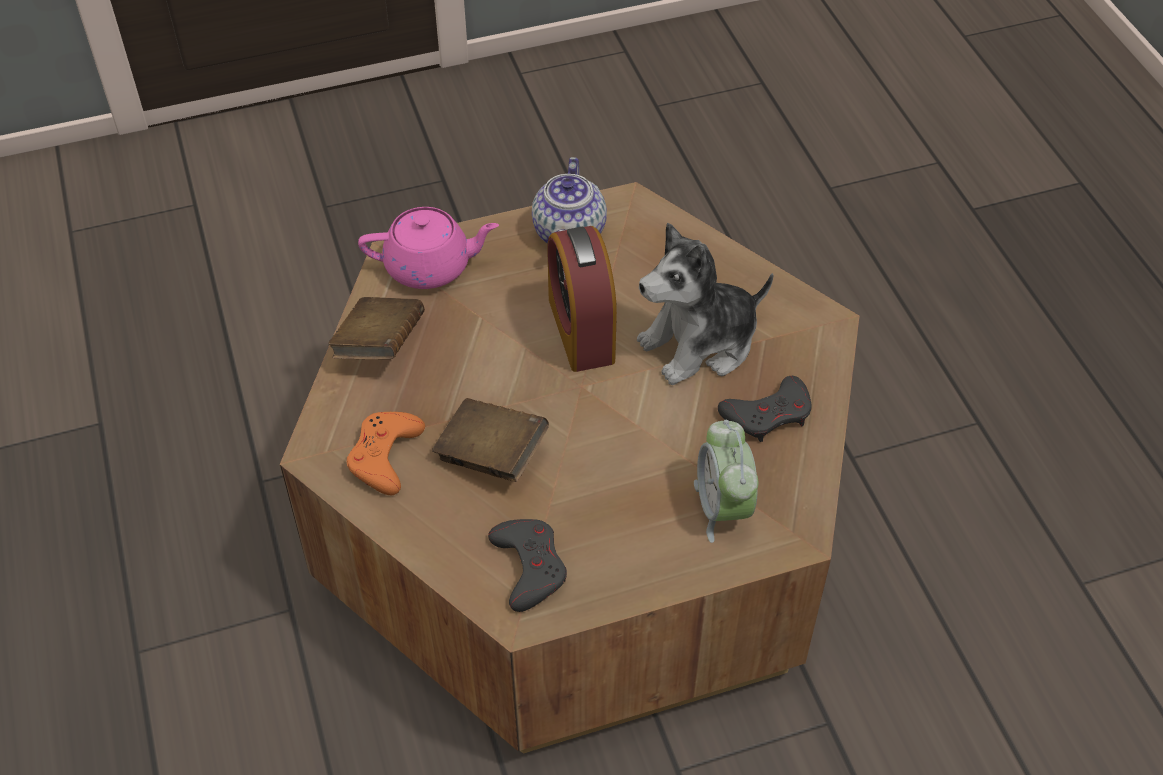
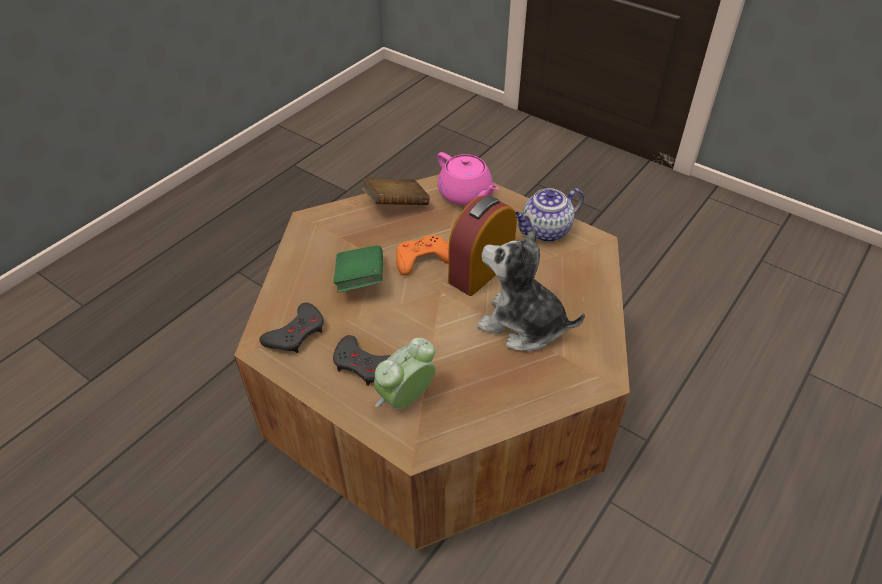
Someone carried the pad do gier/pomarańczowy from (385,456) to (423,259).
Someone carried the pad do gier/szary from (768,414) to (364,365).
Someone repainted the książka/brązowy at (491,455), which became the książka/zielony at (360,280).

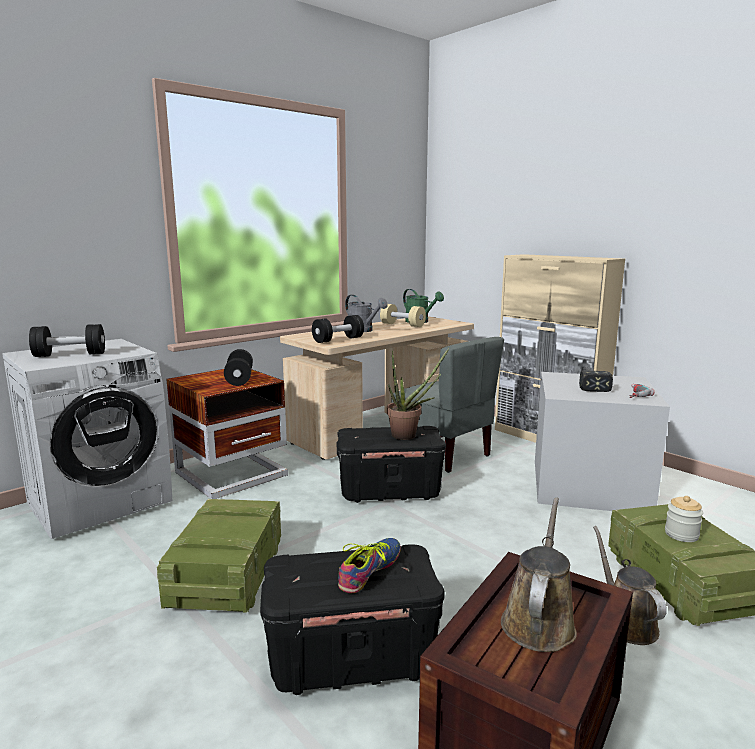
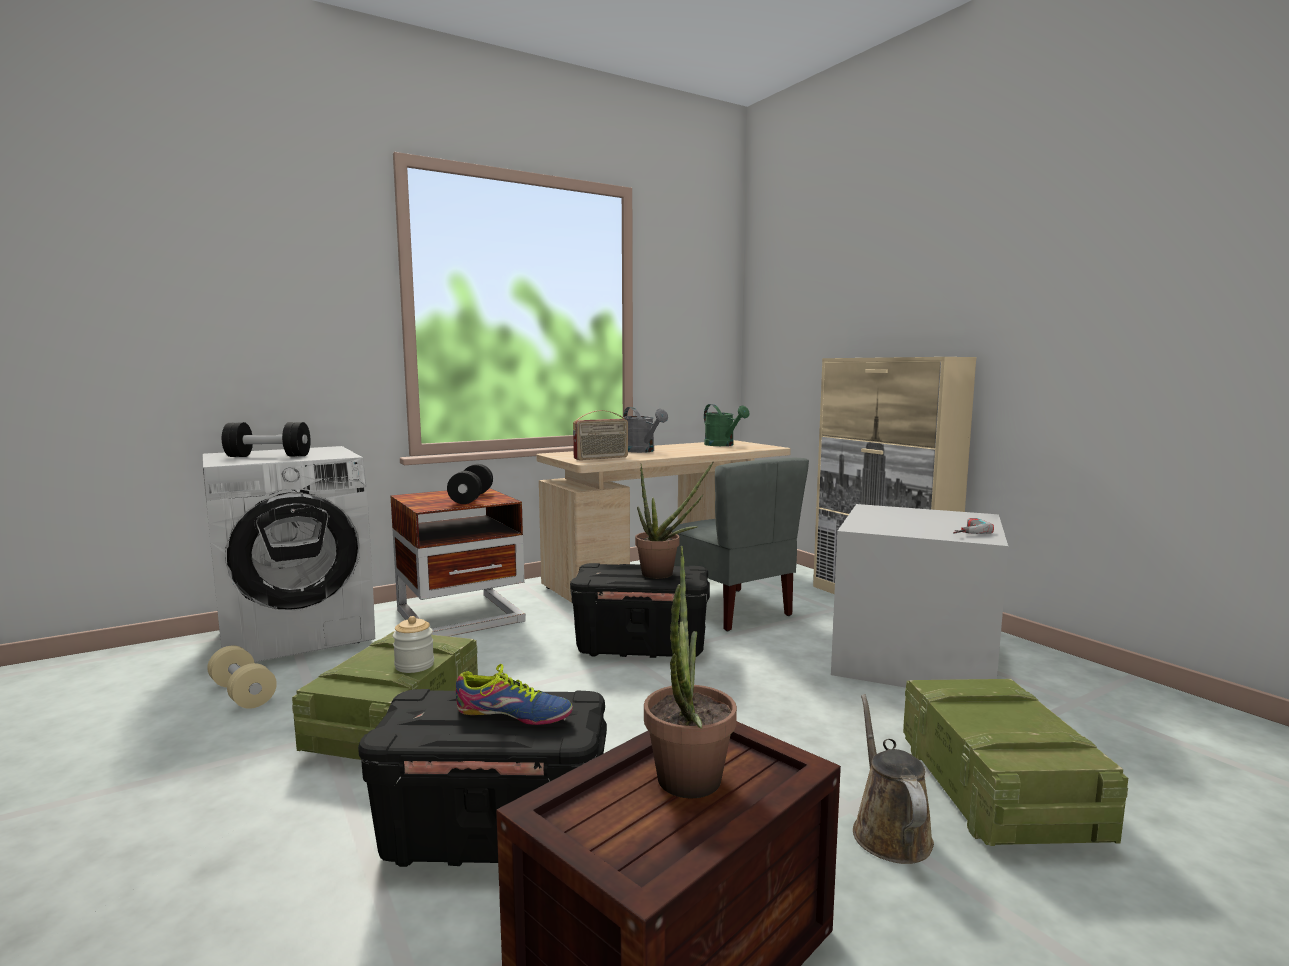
Someone took away the młotek at (589,383).
Someone carried the hantel/beżowy from (402,325) to (243,694).
Someone carried the słoik from (681,534) to (414,665).
Someone swapped the hantel/czarny at (338,340) for the radio at (601,458).
Someone swapped the konewka/brązowy at (539,621) for the roślina doniczkowa at (687,788).
Someone rotated the but at (369,570) by 60 degrees clockwise.

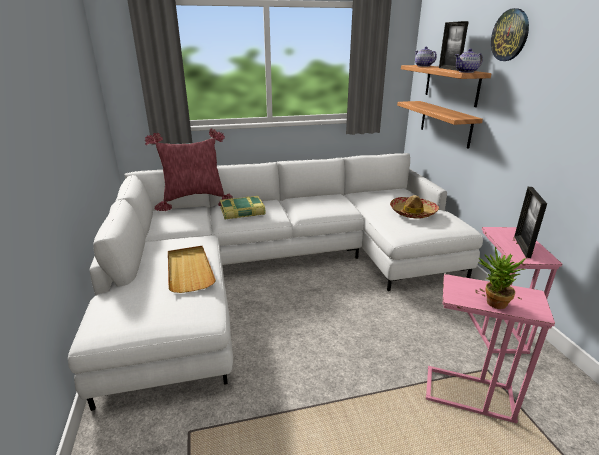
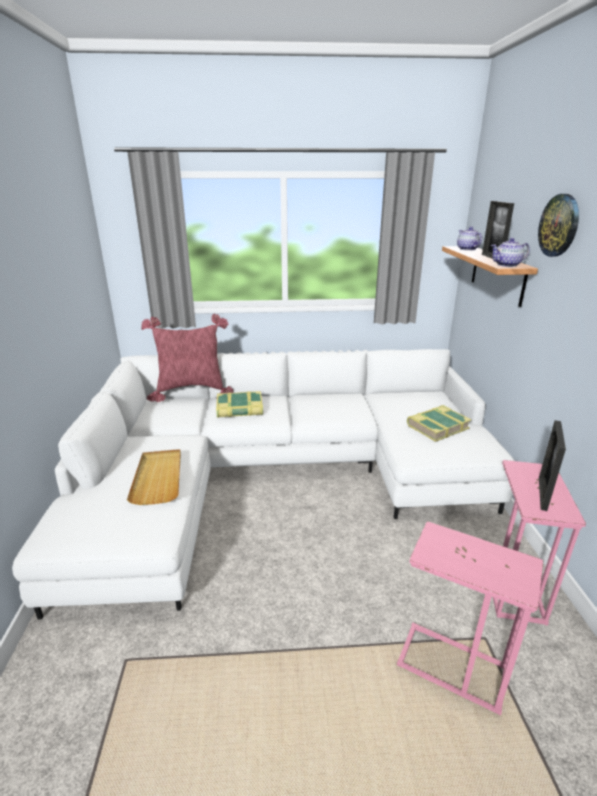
Someone took away the półka at (445,123).
Someone took away the roślina doniczkowa at (492,303).
Someone swapped the kapelusz at (413,213) for the książka at (437,427).

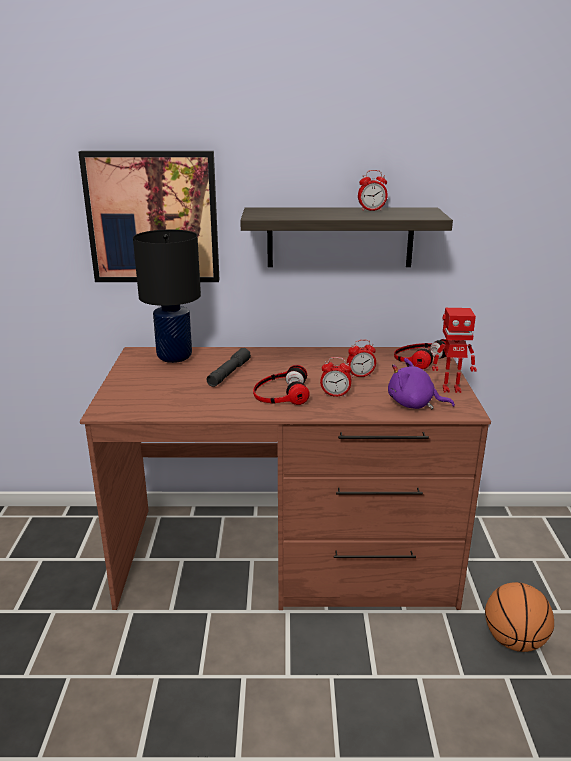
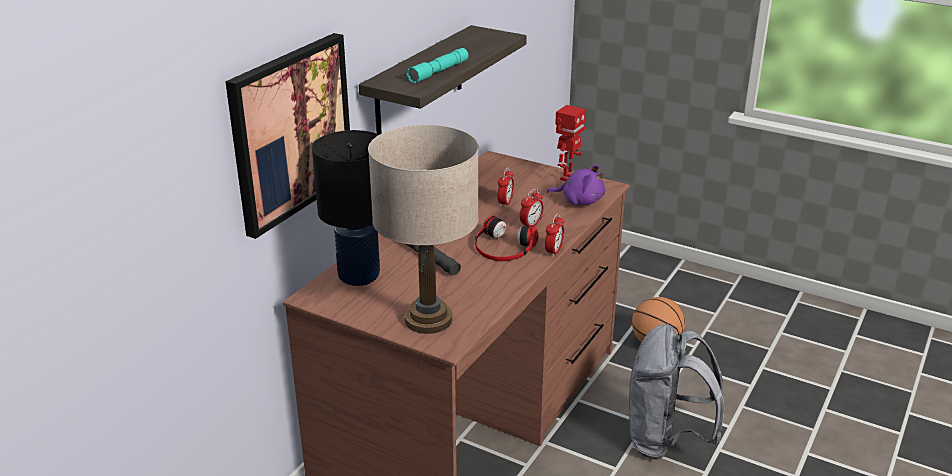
Someone took away the słuchawki at (418,358).
Someone put down the lampa stołowa/beżowy at (428,319).
Someone put down the latarka/turkusowy at (438,72).
Someone put down the plecak/szary at (666,440).
Someone carried the budzik from (371,210) to (554,251).
Someone rotated the pluszak/fioletowy at (414,404) by 120 degrees counterclockwise.

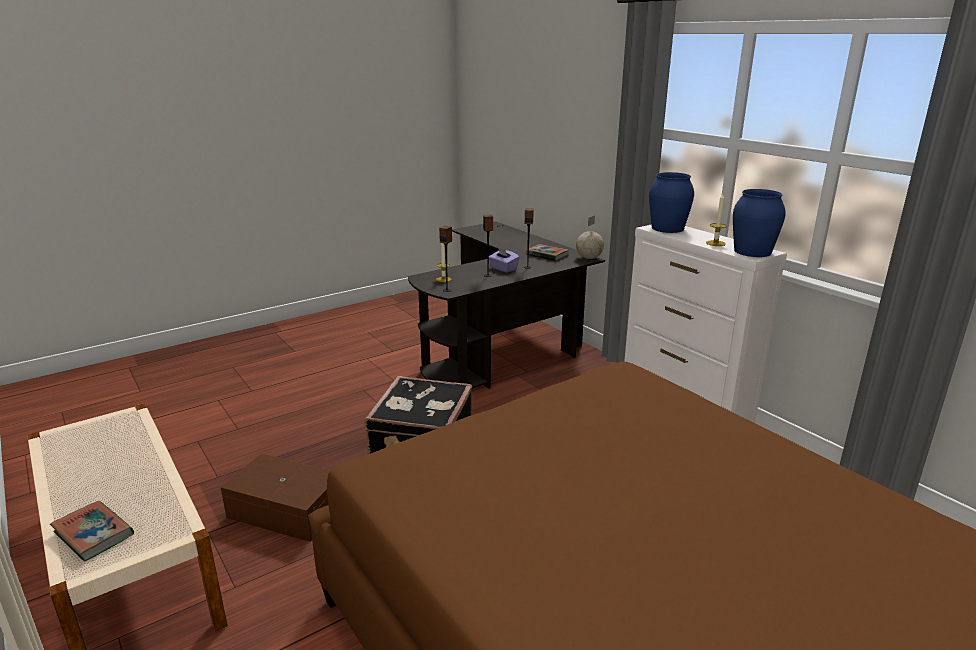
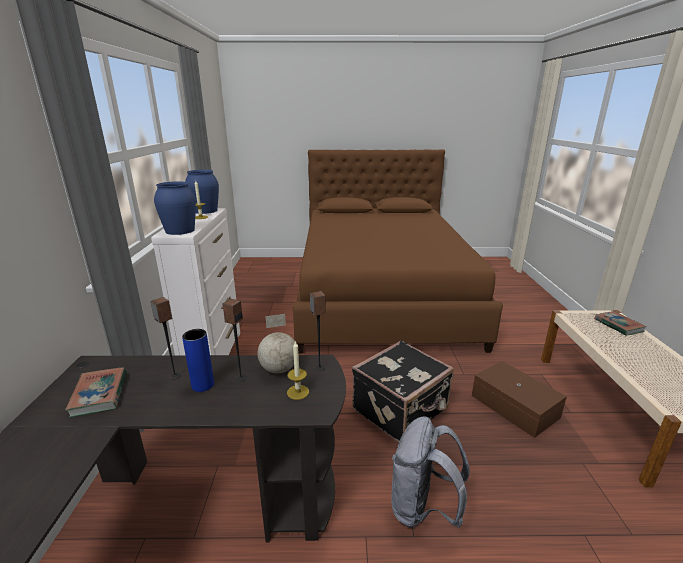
Someone put down the plecak/szary at (422,508).
Someone carried the globus from (589,258) to (278,369).
Someone swapped the pudełko chusteczek/fioletowy at (503,269) for the wazon/niebieski at (203,385).

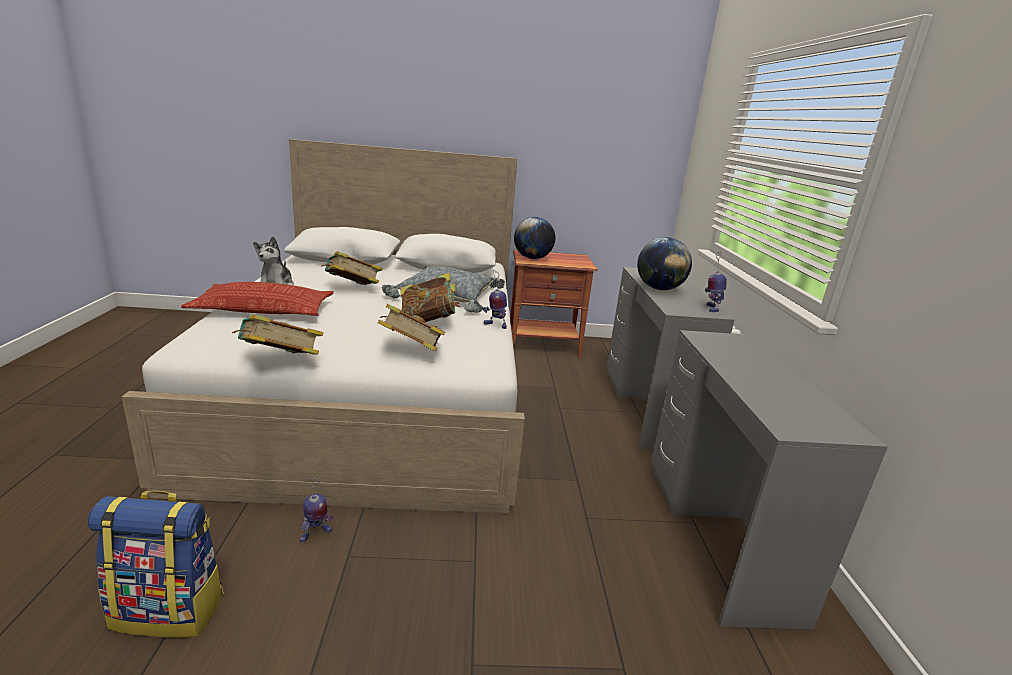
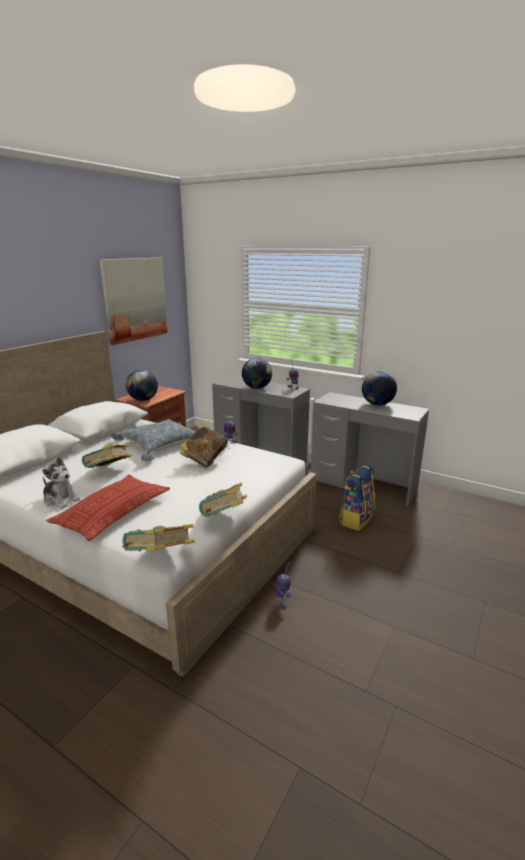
Someone put up the obraz at (135,299).
Someone put down the globus at (377,404).
Someone carried the plecak from (170,610) to (356,519).
Someone carried the książka from (411,352) to (160,558).

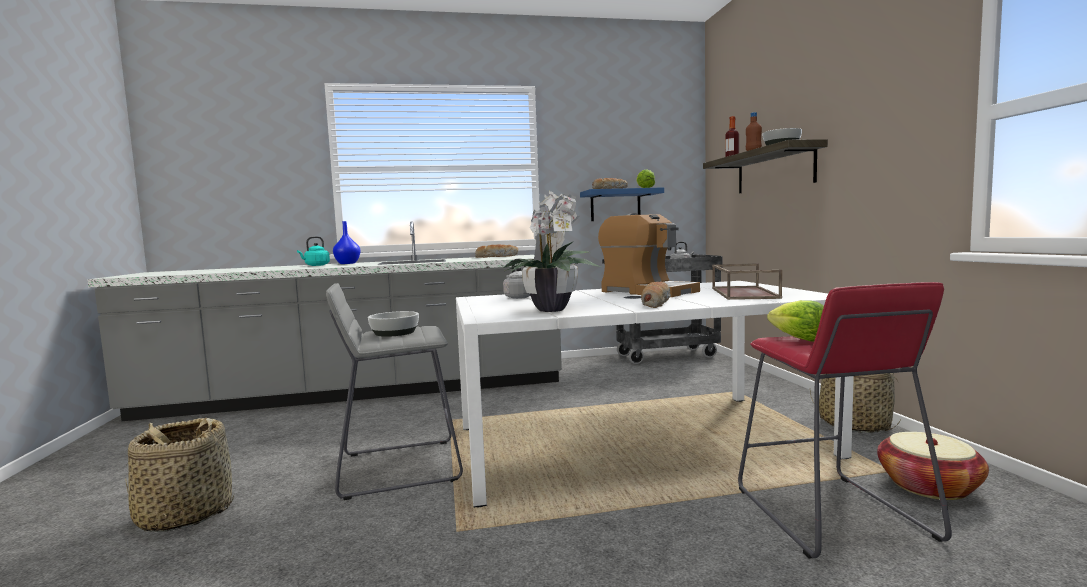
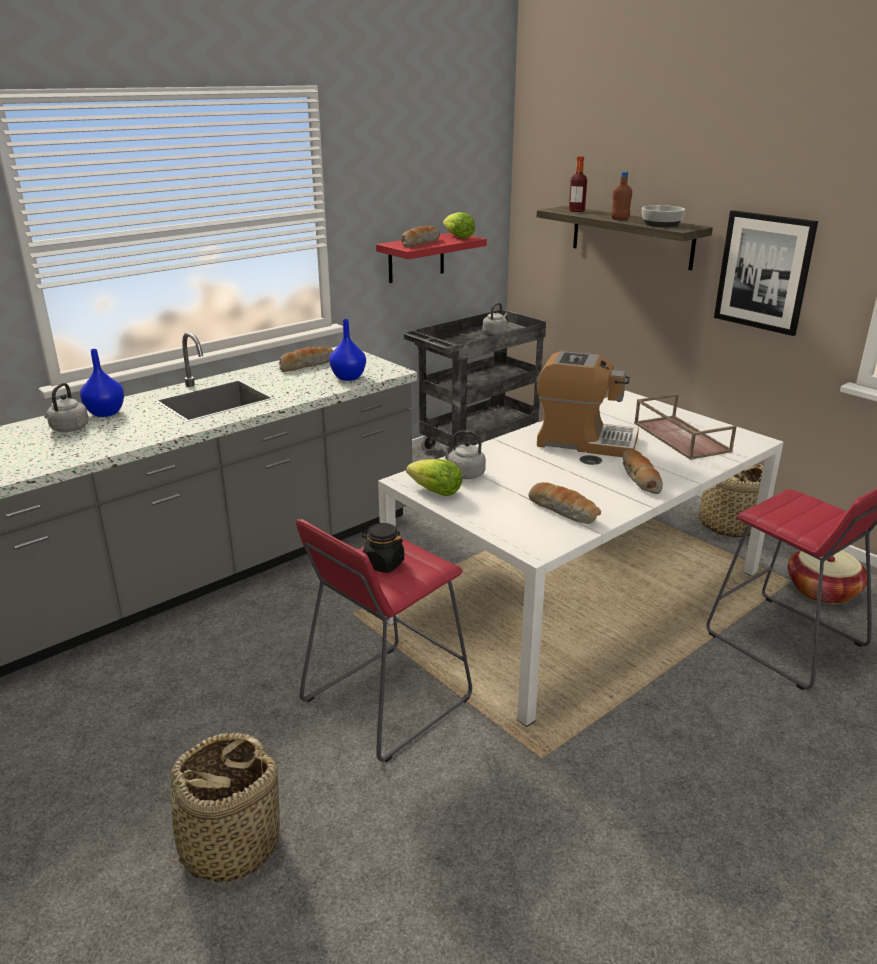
Someone put down the wazon/niebieski at (348,377).
Someone put up the obraz at (764,272).
Someone carried the sałata from (800,339) to (436,492).
Someone swapped the miska at (395,333) for the słoik/czarny at (383,564).
Someone swapped the roślina doniczkowa at (552,309) for the chleb at (564,511).
Someone repainted the czajnik/turkusowy at (316,265), which became the czajnik/szary at (68,429).
Someone repainted the stołek/szary at (399,467), which became the stołek/czerwony at (386,701).
Someone repainted the półka/niebieski at (615,205), which became the półka/czerwony at (416,258).

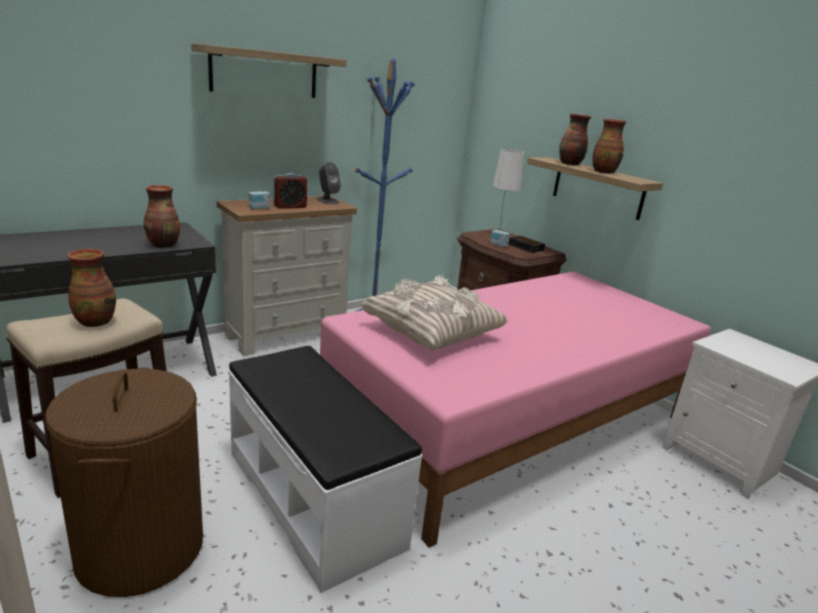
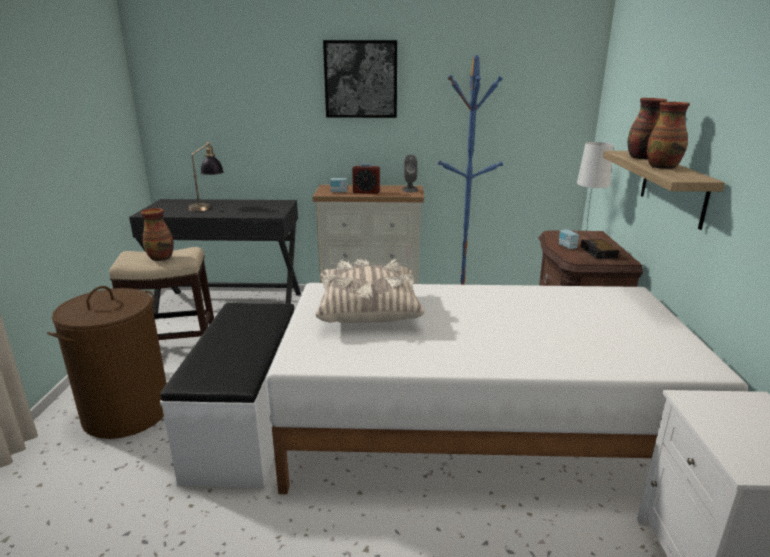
Someone took away the wazon at (164,245).
Someone put down the lampa stołowa at (208,206).
Someone swapped the półka at (264,73) for the obraz at (361,79).
Someone repainted the łóżko/różowy at (512,422), which became the łóżko/biały at (480,429).

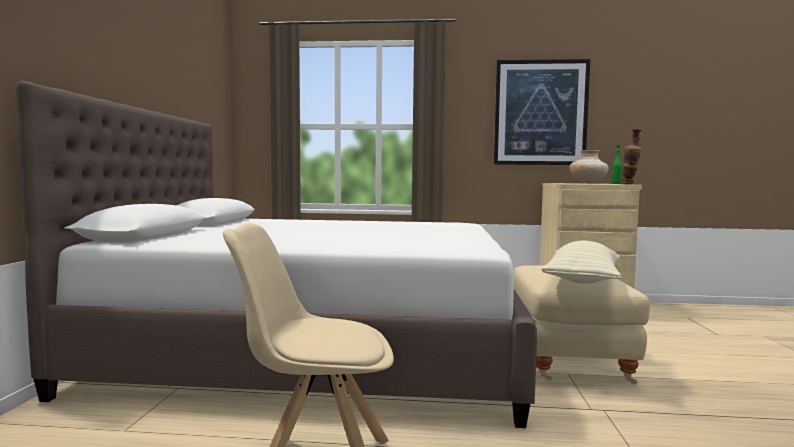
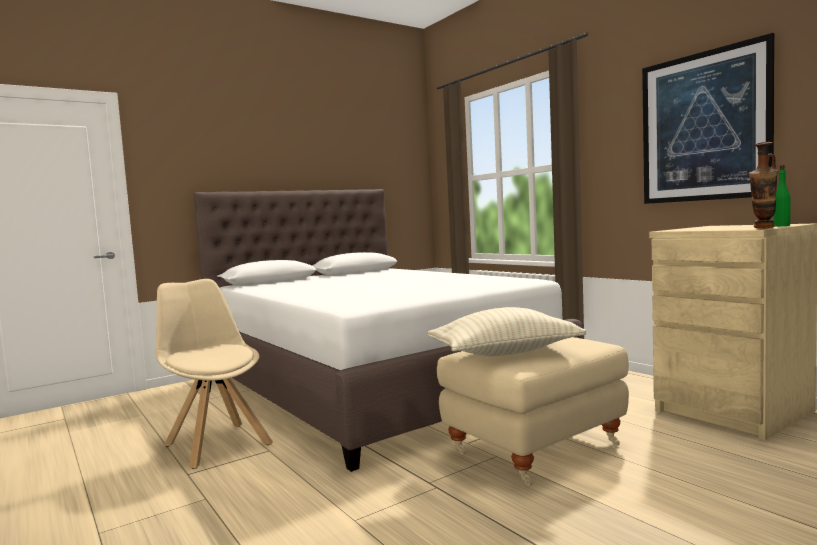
Someone took away the wazon/beżowy at (588,183).

